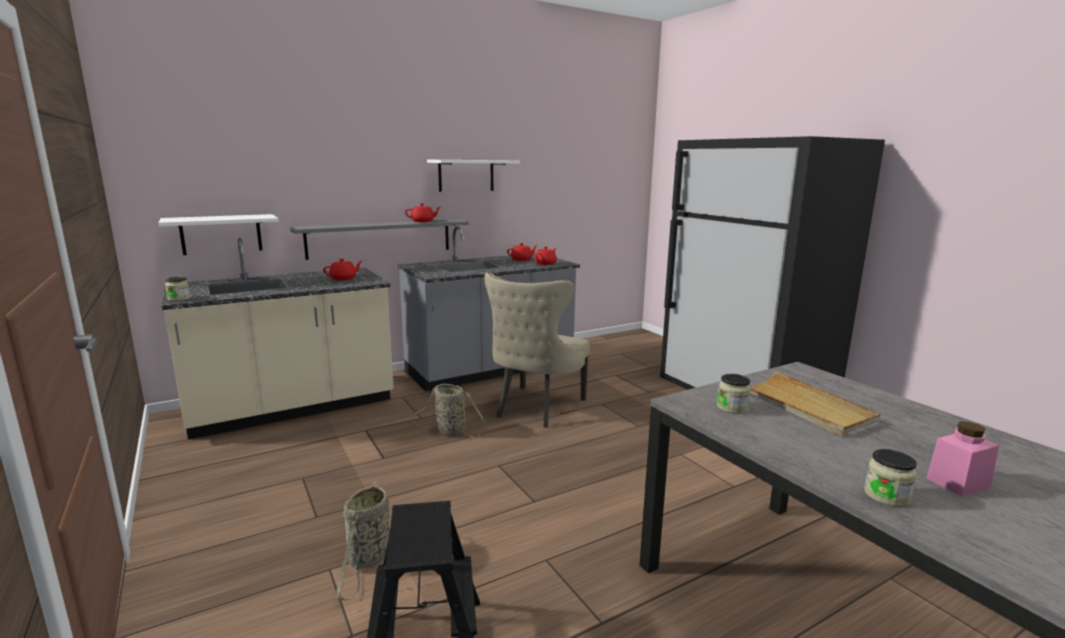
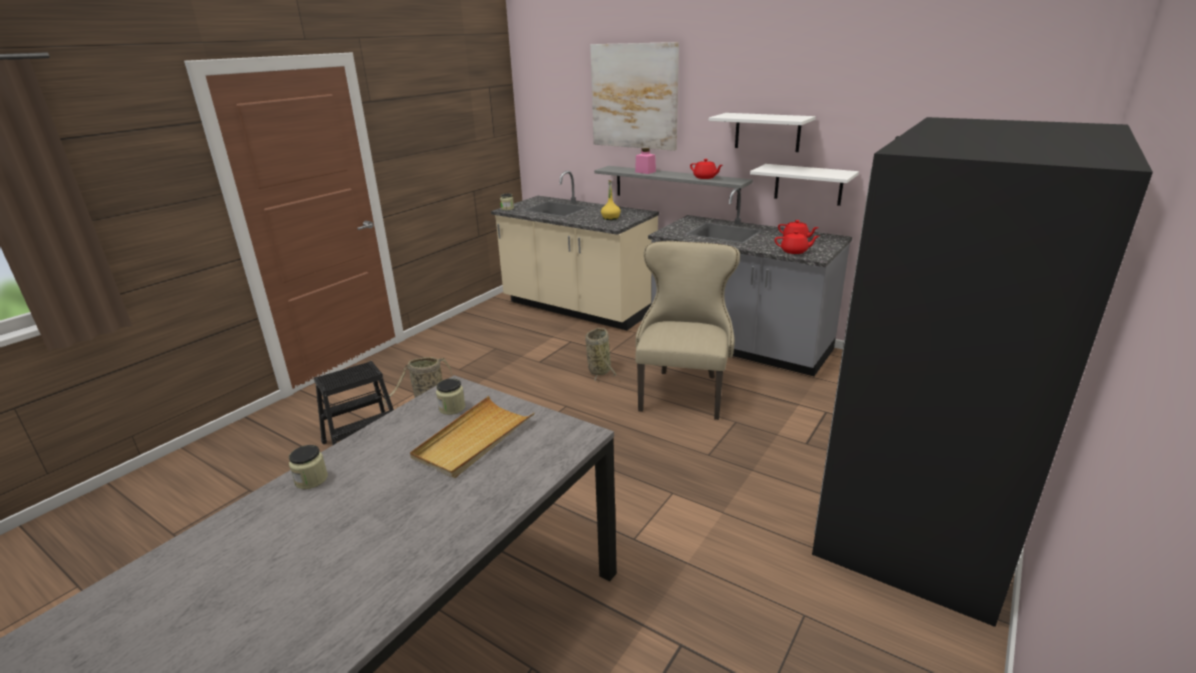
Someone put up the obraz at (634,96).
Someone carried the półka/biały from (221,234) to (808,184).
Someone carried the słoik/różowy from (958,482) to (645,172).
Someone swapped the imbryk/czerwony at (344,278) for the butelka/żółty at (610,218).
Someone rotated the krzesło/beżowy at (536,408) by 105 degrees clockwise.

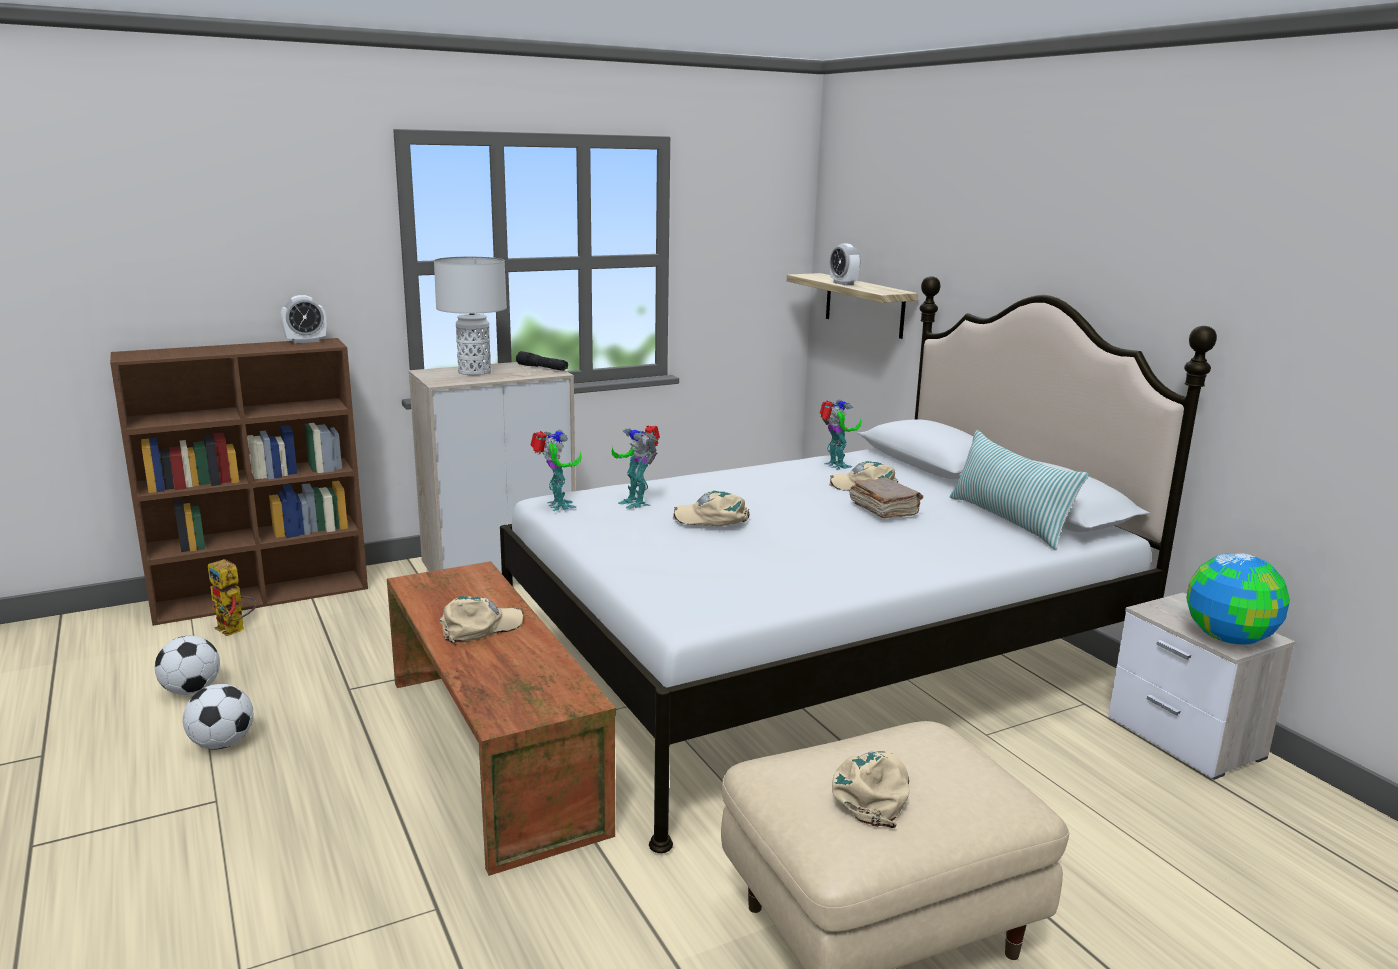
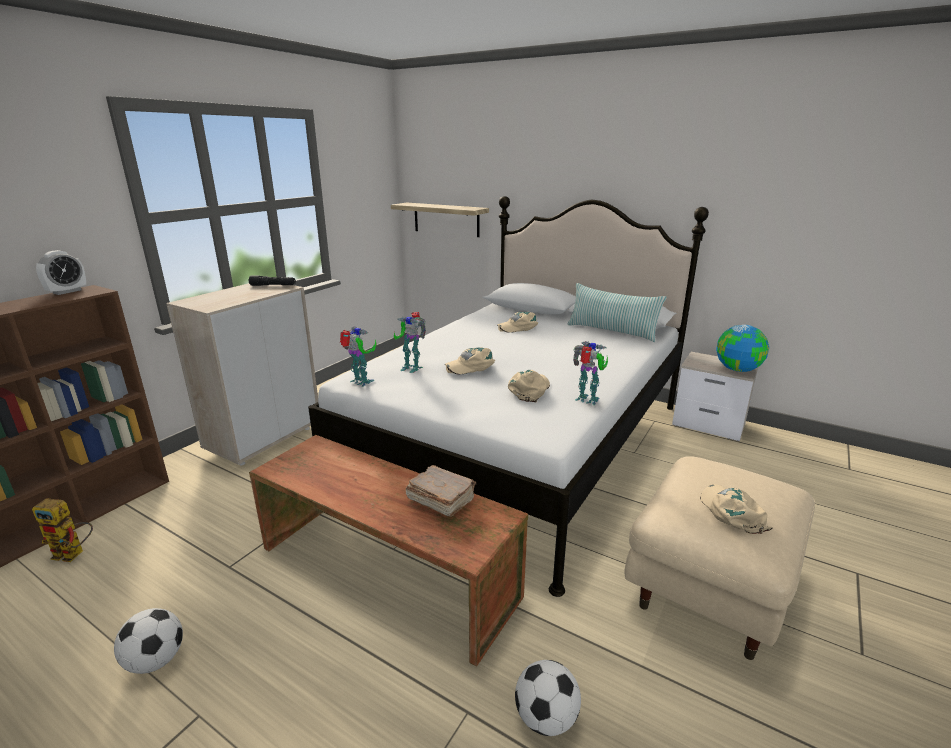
Someone took away the lampa stołowa/biały at (475,372).
Someone took away the budzik at (843,284).
Someone carried the piłka futbolowa from (191,691) to (546,718).
Someone carried the czapka z daszkiem/beżowy from (480,627) to (530,389).
Someone carried the robot zabawkowy from (836,466) to (587,400).
Someone carried the książka/brązowy from (883,509) to (440,500).

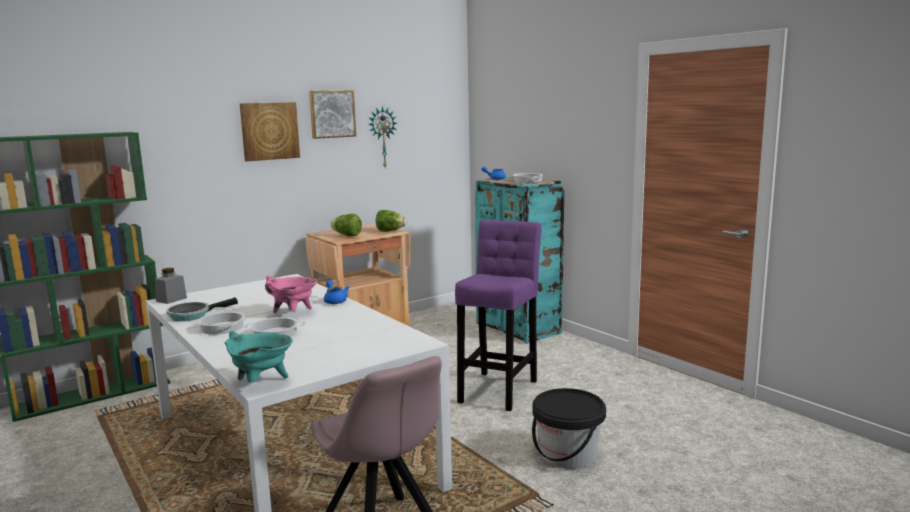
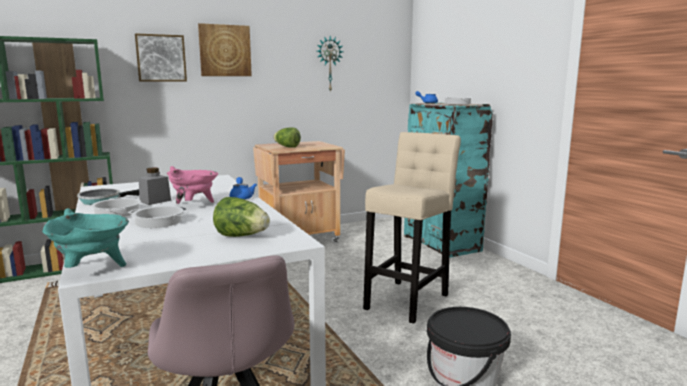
Someone carried the słoik/szary from (171,299) to (155,201).
Someone carried the obraz from (332,114) to (161,58).
Someone carried the sałata from (390,231) to (242,236).
Someone repainted the stołek/fioletowy at (499,389), which became the stołek/beżowy at (408,299).

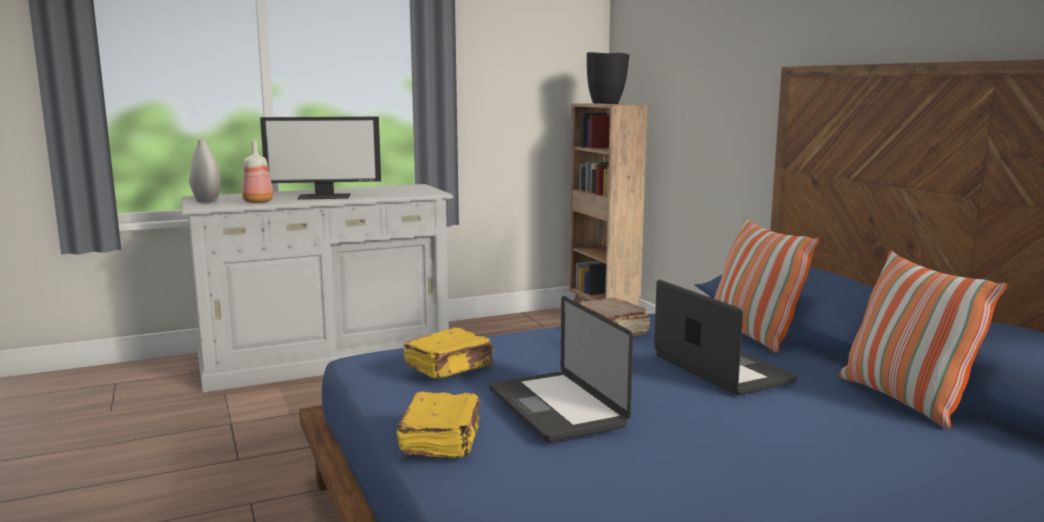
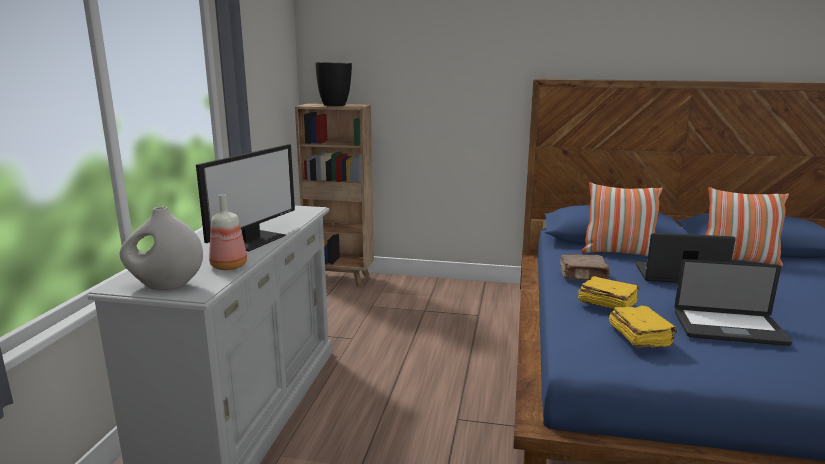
Someone carried the książka/żółty from (442,441) to (606,303).

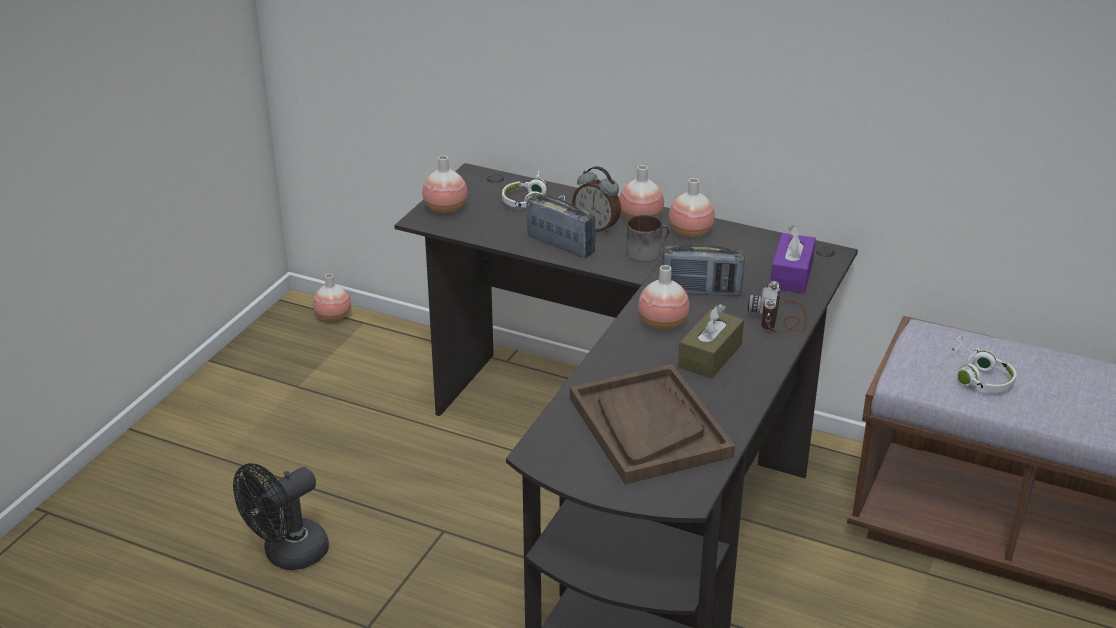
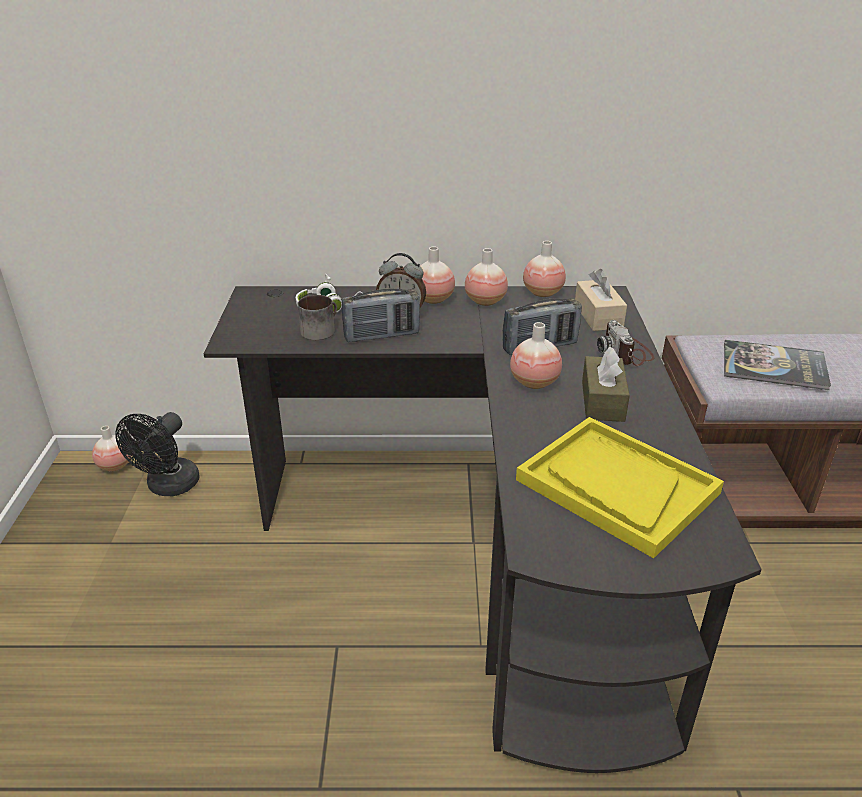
Someone carried the wentylator/czarny from (287,555) to (168,487).
Someone carried the wazon from (445,209) to (542,293).
Someone carried the kubek from (647,251) to (320,330).
Someone swapped the słuchawki/biały at (978,376) for the książka at (774,366).
Someone repainted the taca/brązowy at (648,427), which became the taca/żółty at (616,486).
Someone repainted the pudełko chusteczek/fioletowy at (791,274), which became the pudełko chusteczek/beżowy at (598,316).
Someone rotated the radio at (560,245) by 150 degrees clockwise.

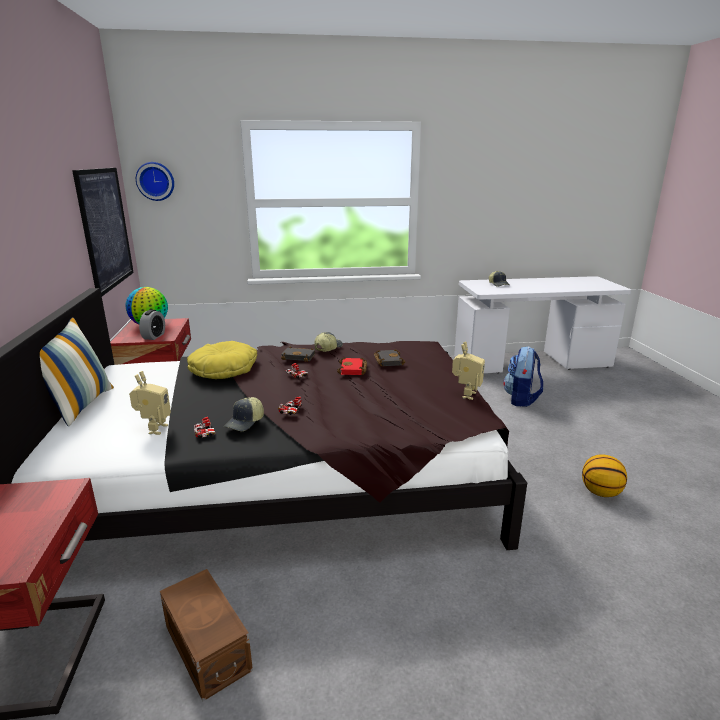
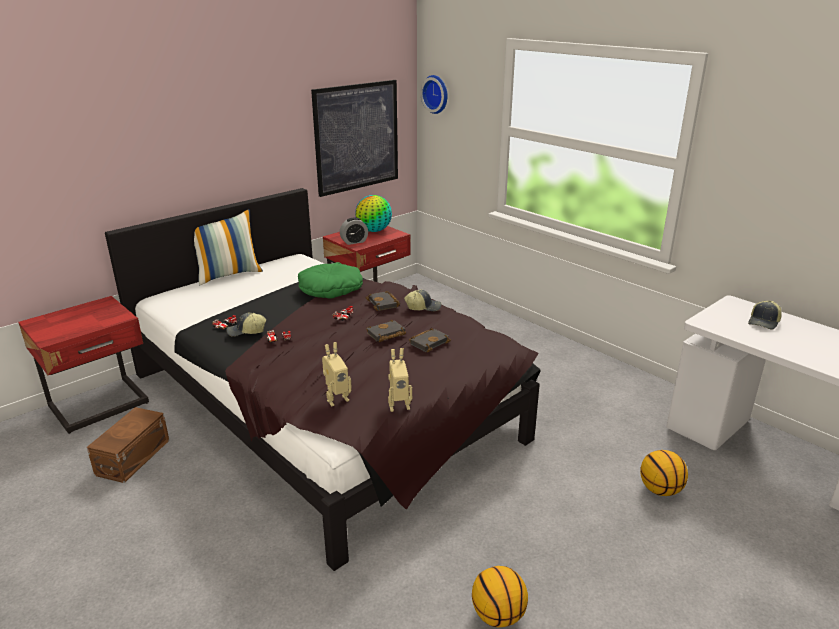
Someone carried the robot zabawkowy from (154,429) to (336,399).
Someone swapped the plecak at (521,399) for the piłka do koszykówki at (660,490).
Someone repainted the poduszka/żółty at (222,370), which became the poduszka/zielony at (330,289).
Someone repainted the książka/czerwony at (353,369), which became the książka/czarny at (385,334).

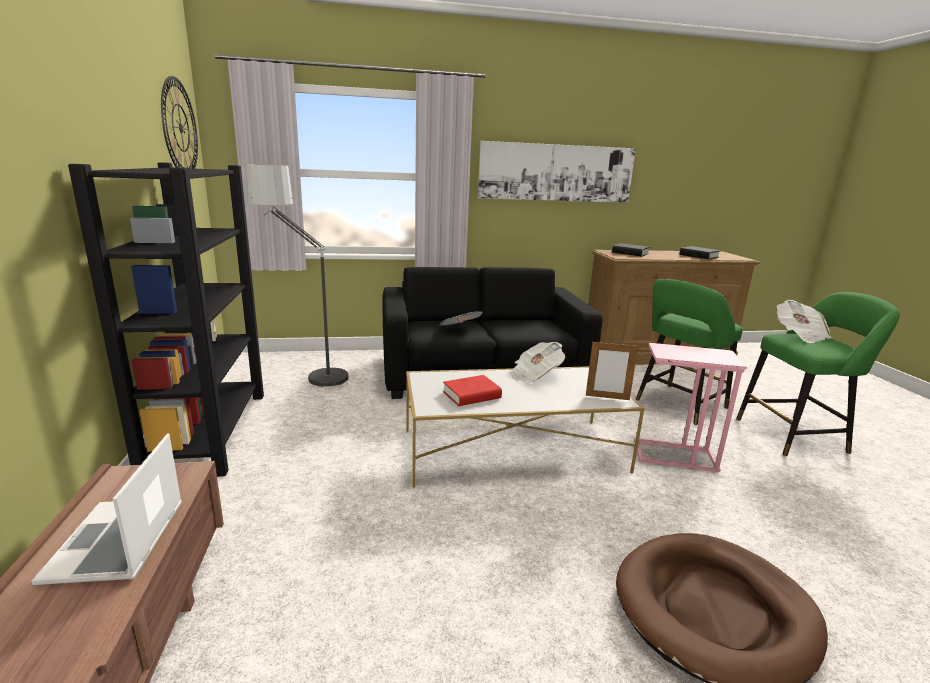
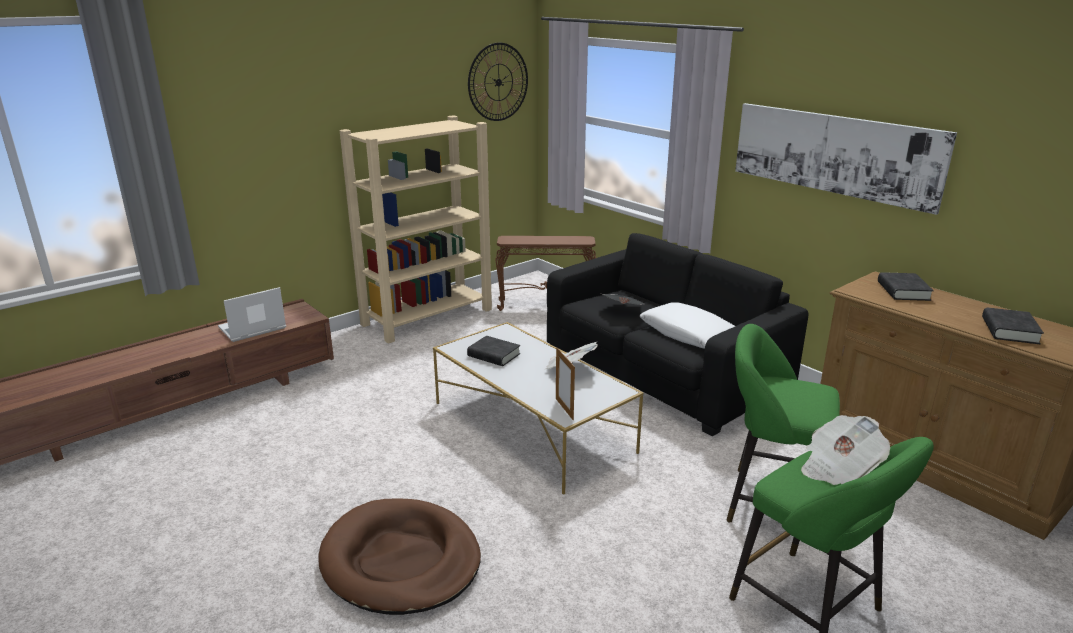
Someone took away the stolik/różowy at (675,455).
Someone put down the poduszka/biały at (689,335).
Someone swapped the lampa stojąca at (305,373) for the stolik/brązowy at (545,306).
Someone repainted the regał/czarny at (208,432), which became the regał/beżowy at (427,317).
Someone repainted the książka/czerwony at (471,395), which became the książka/czarny at (494,355).

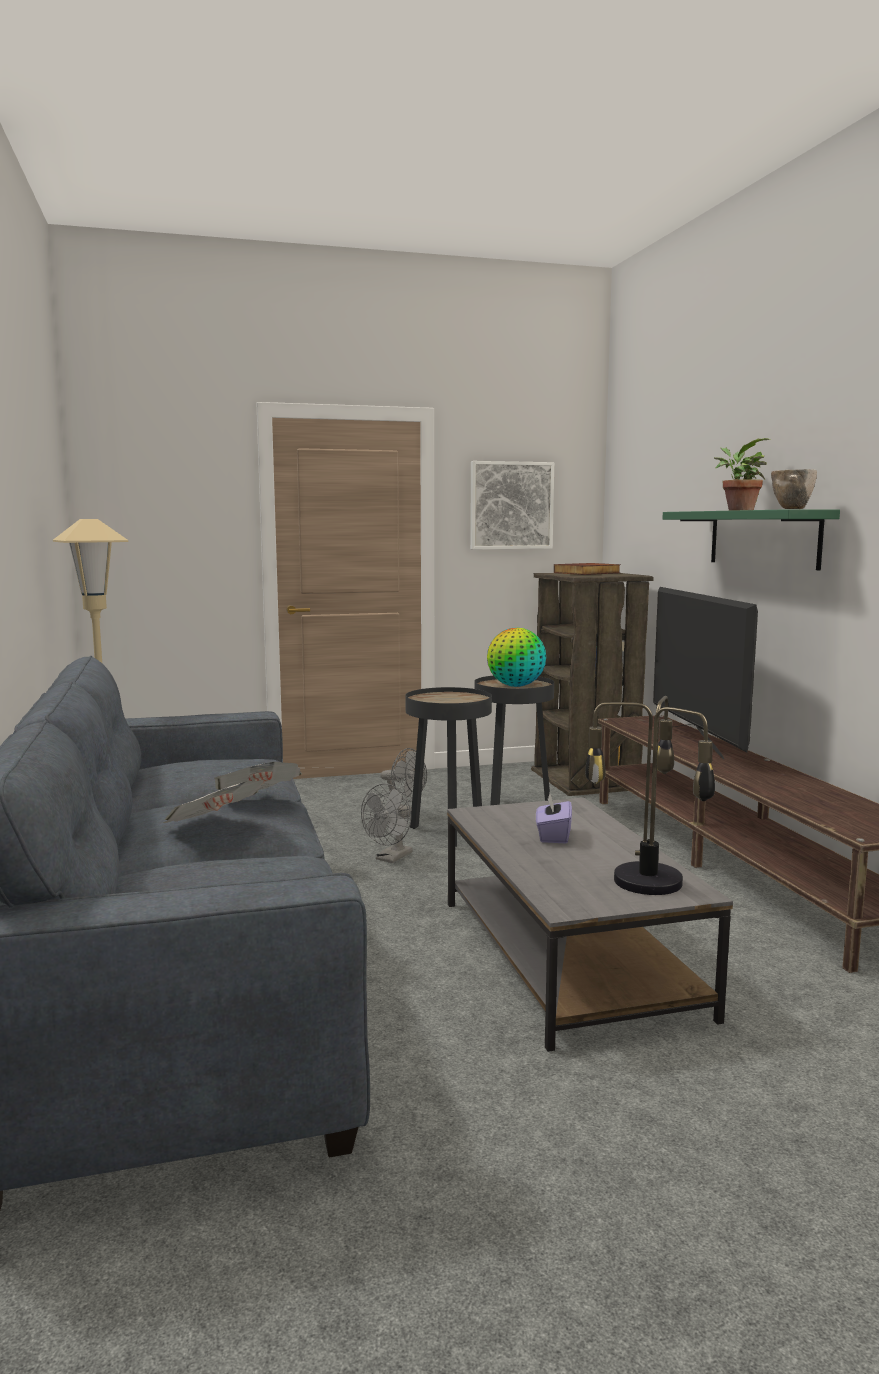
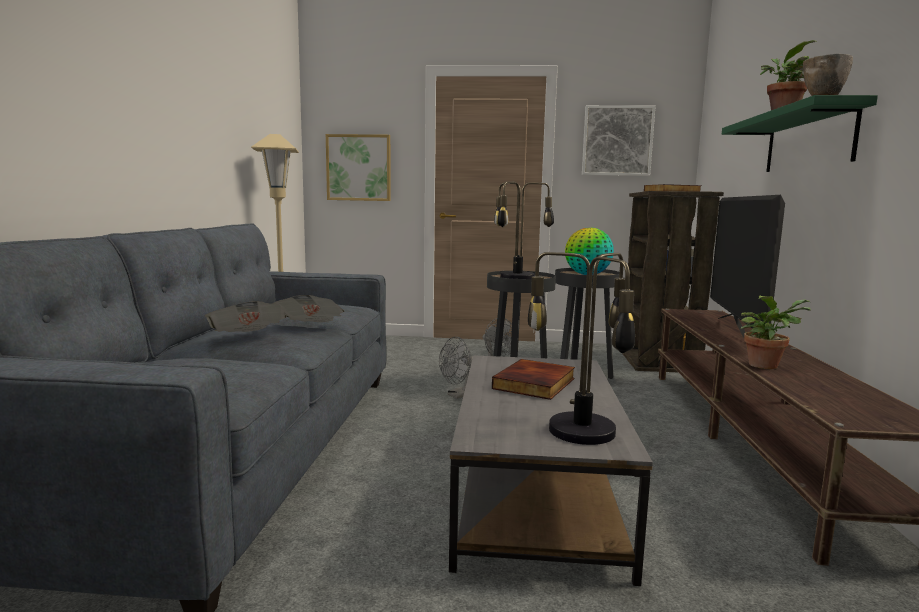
Someone put up the obraz at (358,168).
Someone put down the lampa stołowa at (517,277).
Someone put down the roślina doniczkowa at (765,365).
Someone swapped the pudełko chusteczek/fioletowy at (553,836) for the książka at (535,384).

